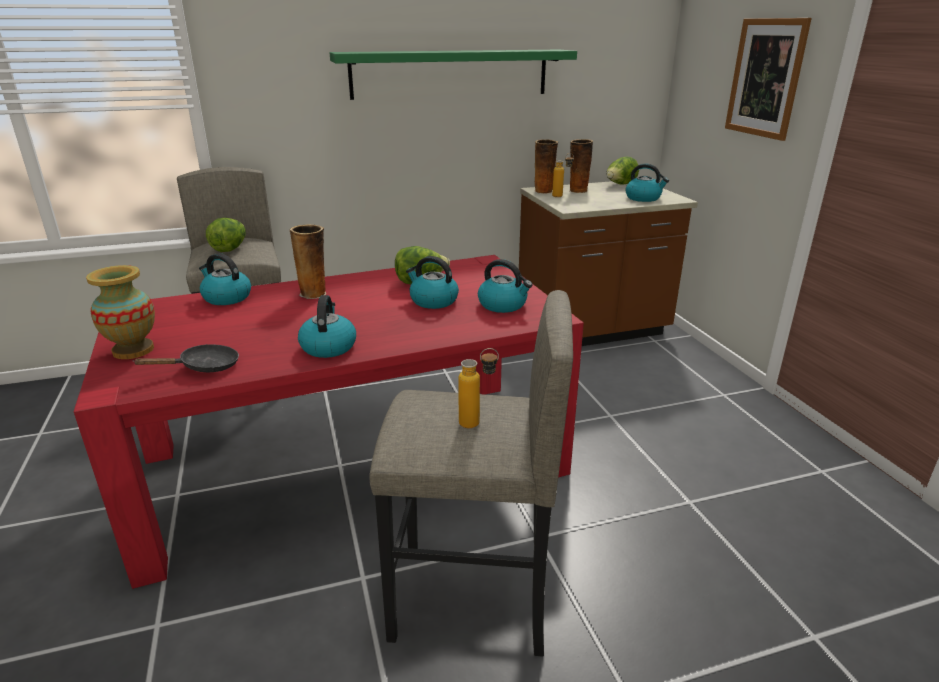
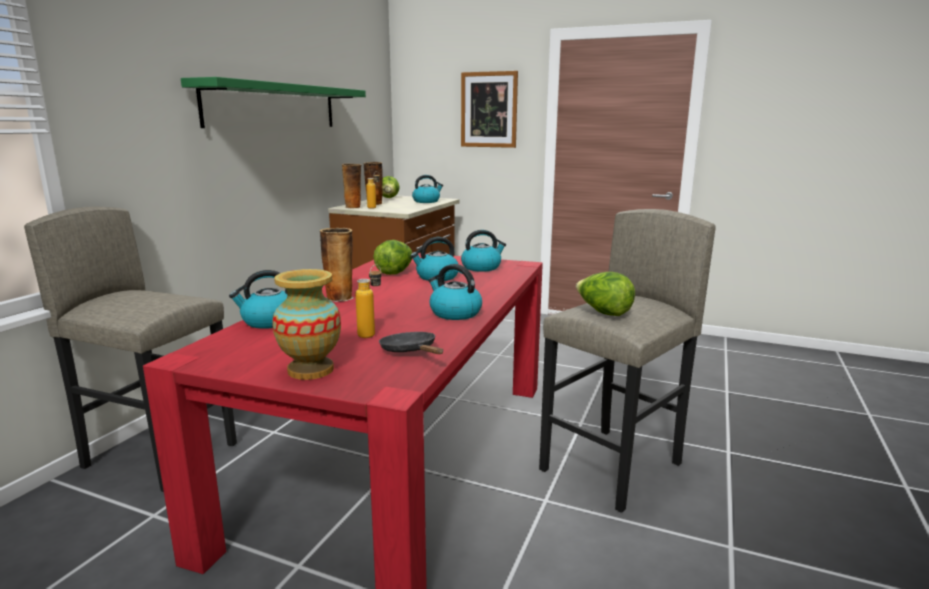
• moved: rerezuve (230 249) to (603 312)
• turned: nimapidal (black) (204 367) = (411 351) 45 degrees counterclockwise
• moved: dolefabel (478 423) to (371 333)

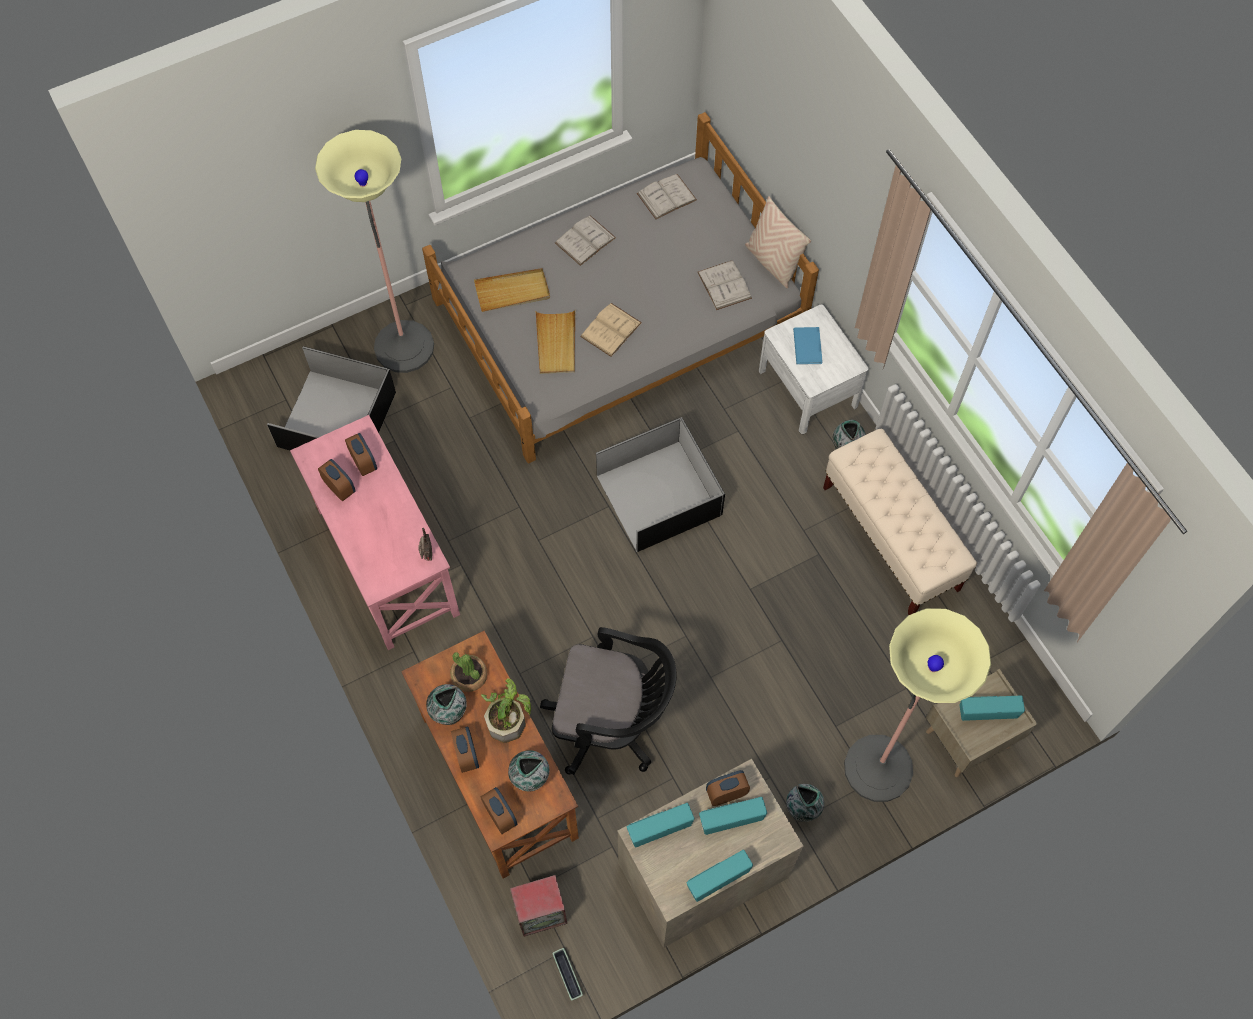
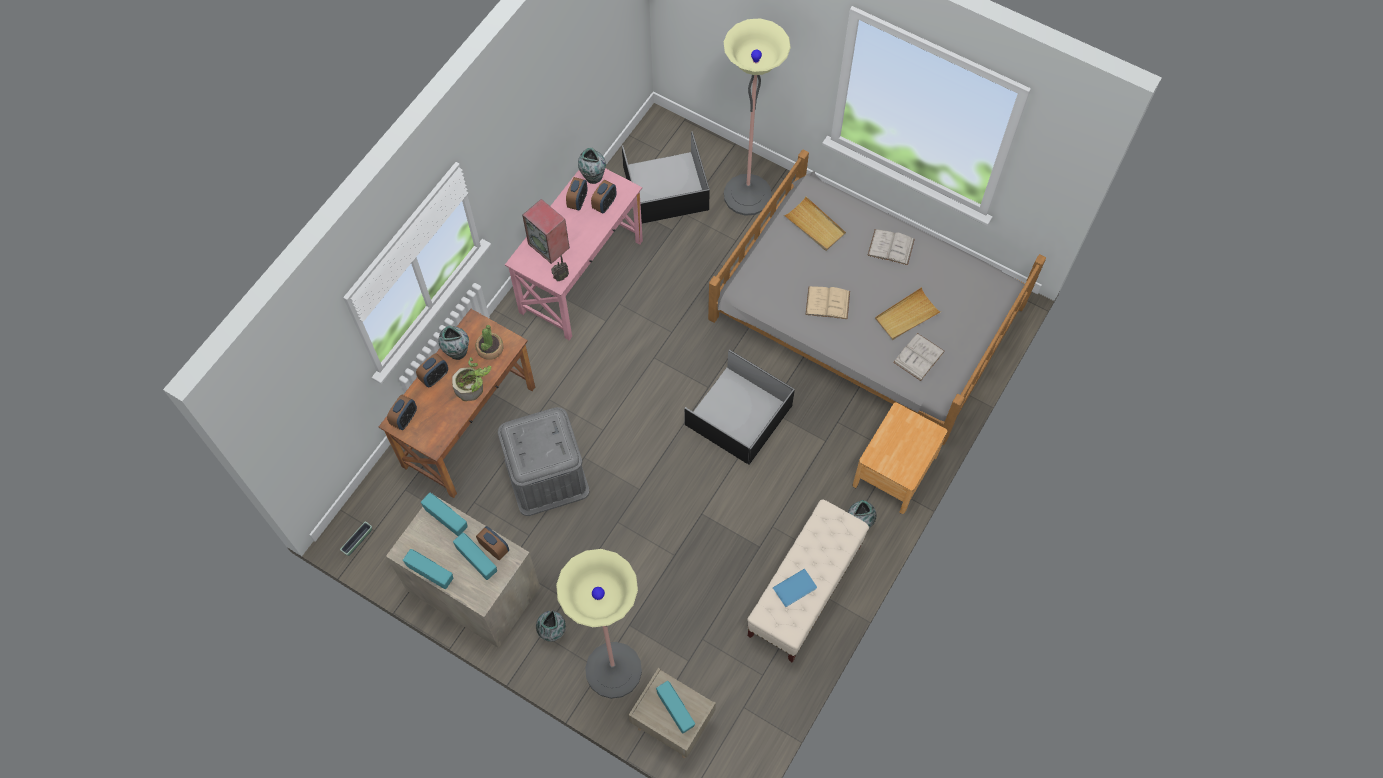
• removed: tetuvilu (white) (666 196)
• removed: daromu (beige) (772 262)
• recoloured: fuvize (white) (807 388) to fuvize (brown) (895 470)
• moved: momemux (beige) (556 344) to (906 316)
• moved: tetuvilu (blue) (808 345) to (796 588)
• replaced: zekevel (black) (612 722) to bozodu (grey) (546 475)
• moved: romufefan (530 779) to (593 176)
• moved: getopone (541 912) to (549 246)

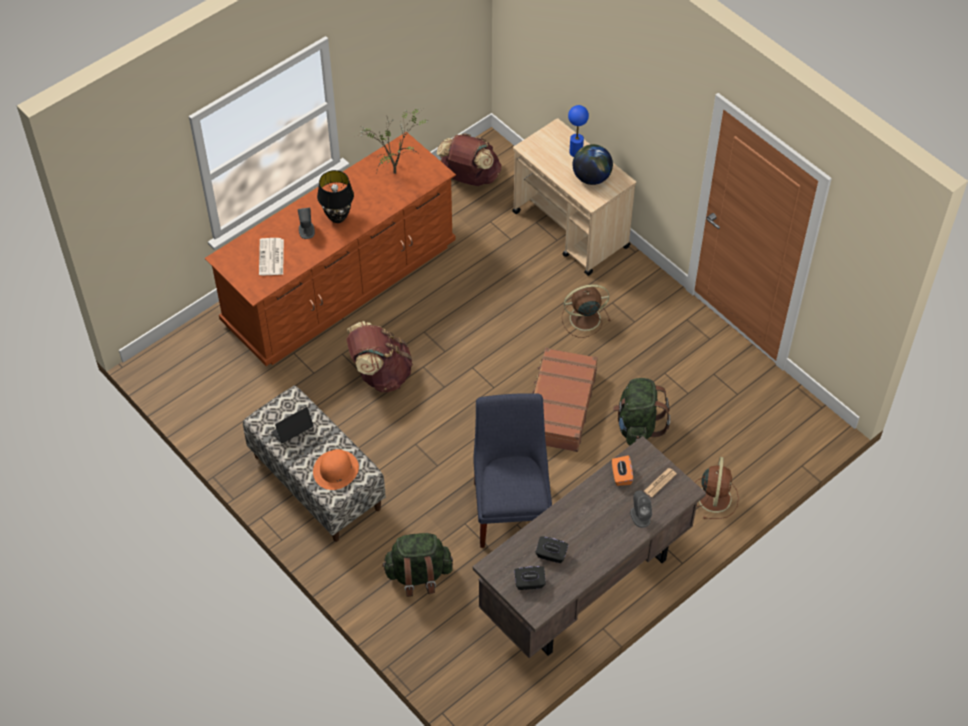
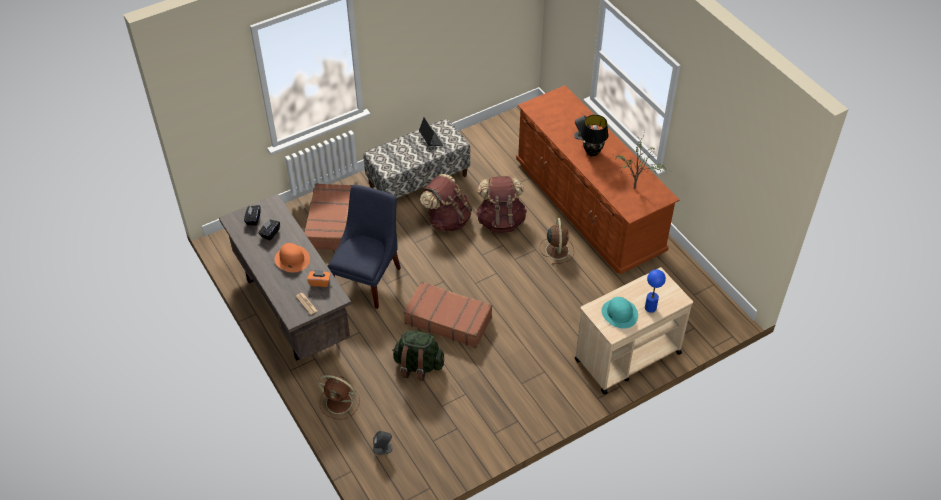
• moved: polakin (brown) (470 178) to (447 220)
• replaced: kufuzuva (591 177) to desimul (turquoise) (619 313)
• removed: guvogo (271 258)
• moved: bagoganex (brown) (583 318) to (557 249)
• turned: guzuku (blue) (512 507) = (368 278) 75 degrees counterclockwise
• moved: desimul (orange) (336 470) to (292 259)
• moved: getopone (grey) (640 516) to (383 448)
• replaced: polakin (green) (418 575) to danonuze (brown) (331 223)

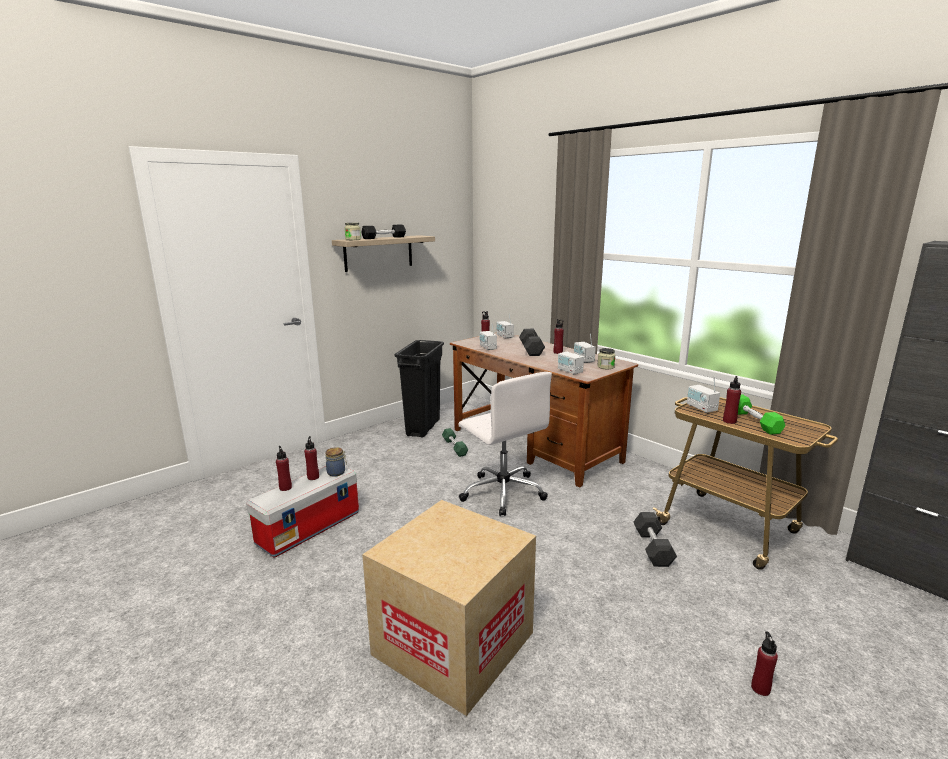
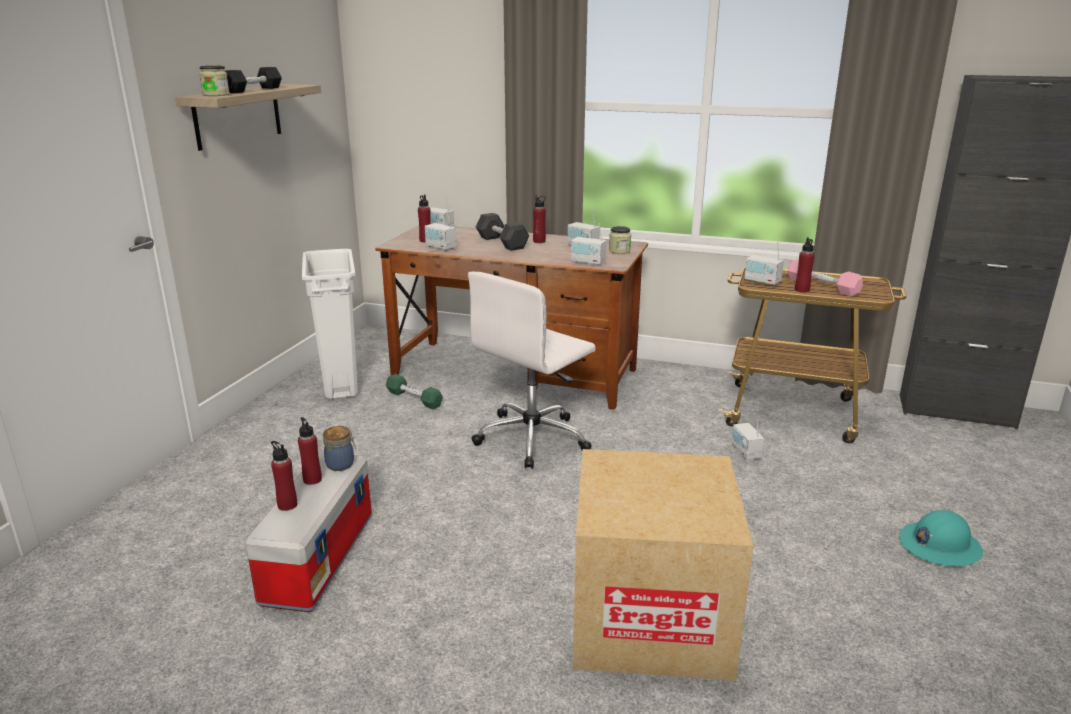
• recoloured: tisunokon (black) (423 427) to tisunokon (white) (340 383)
• turned: zekevel (white) (502 492) = (533 438) 105 degrees clockwise
• recoloured: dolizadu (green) (754 421) to dolizadu (pink) (822 286)
• replaced: dolizadu (black) (652 548) to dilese (745 452)
• replaced: dolefabel (red) (760 688) to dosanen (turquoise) (939 546)

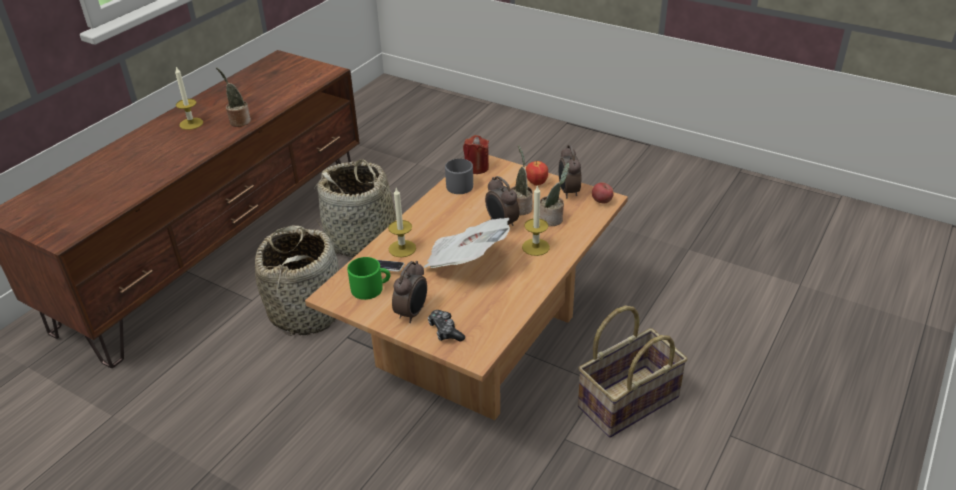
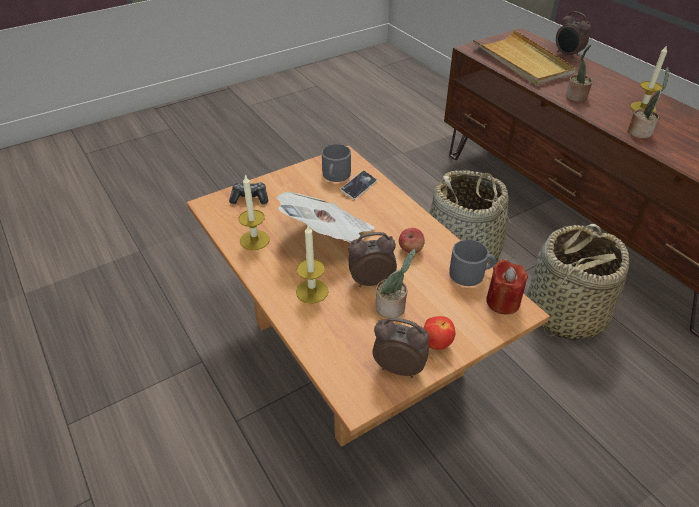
• moved: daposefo (552 219) to (575 97)
• moved: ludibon (602 201) to (411 249)
• moved: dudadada (402 248) to (254 240)
• recoloured: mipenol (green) (371 288) to mipenol (grey) (335 176)
• moved: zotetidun (412 313) to (567 55)
• removed: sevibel (627 400)
• added: momemux (beige) (522 61)

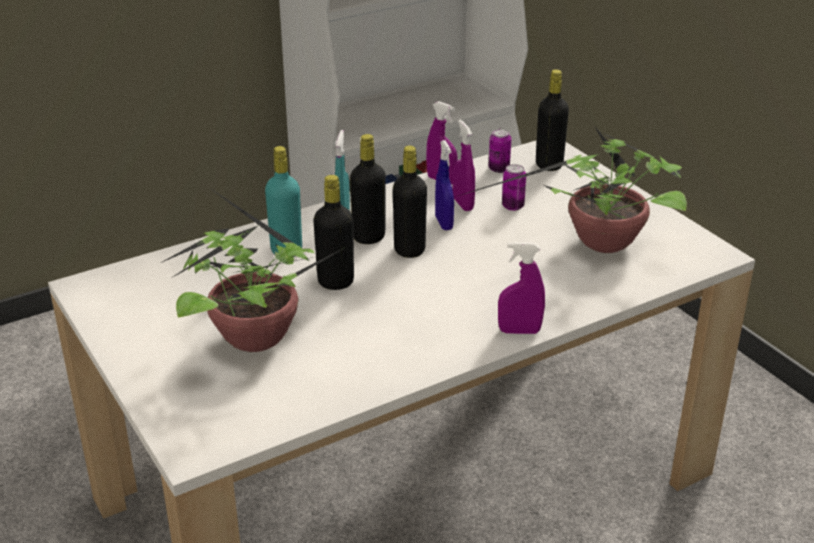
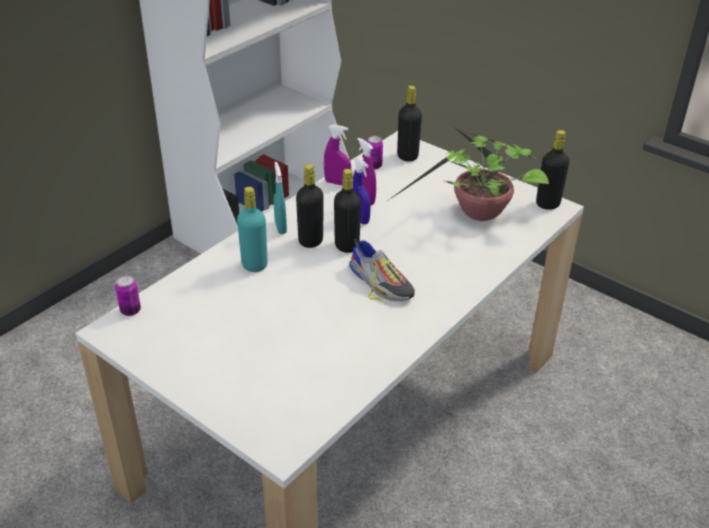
• moved: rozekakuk (512 206) to (130 311)
• moved: dolefabel (black) (335 282) to (547 204)
• removed: daposefo (253 336)
• removed: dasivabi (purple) (519 331)
• added: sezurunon (381 282)

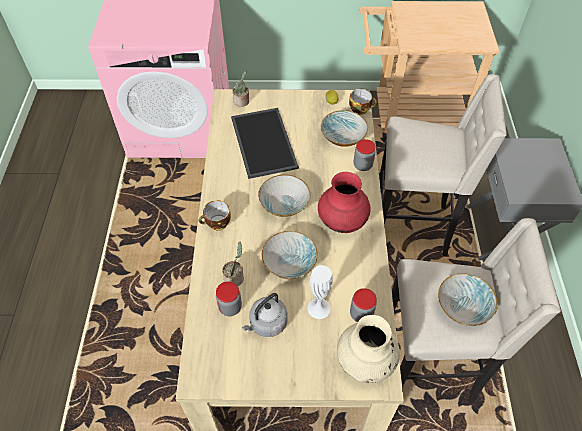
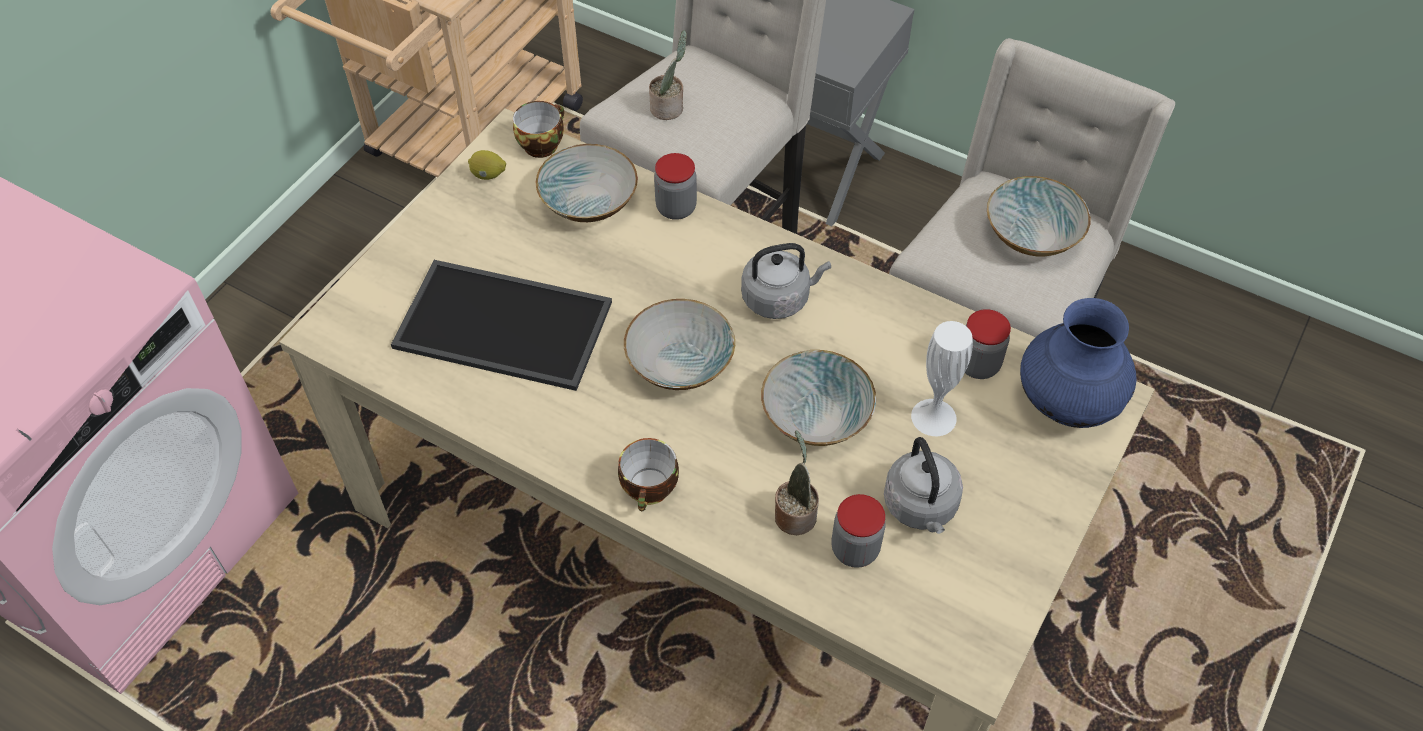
• moved: daposefo (242 102) to (669 108)
• replaced: romufefan (red) (342 222) to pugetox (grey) (779 298)
• recoloured: romufefan (beige) (365 362) to romufefan (blue) (1067 403)

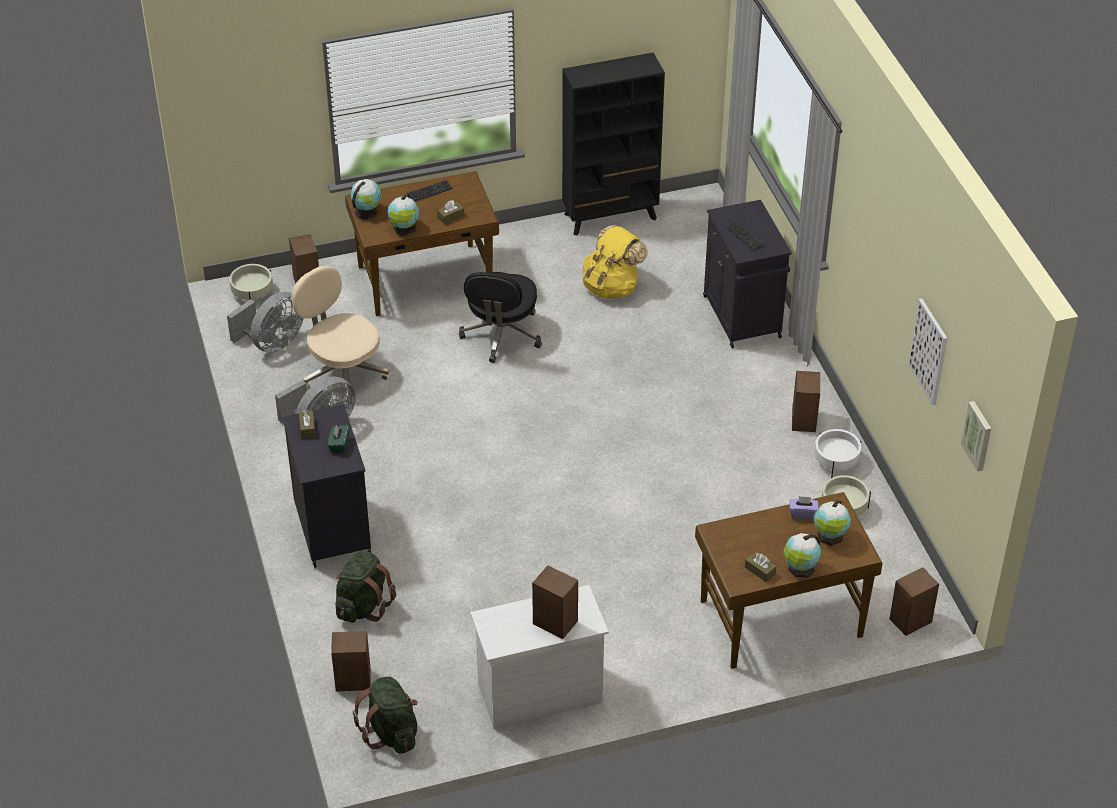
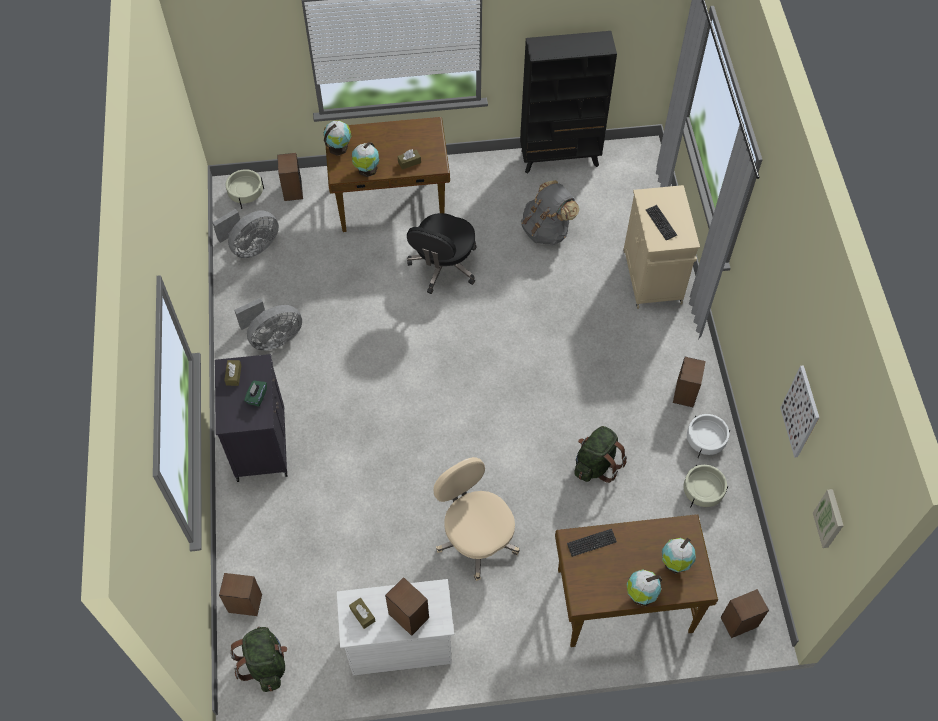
• moved: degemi (429 192) to (591 543)
• recoloured: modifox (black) (742 318) to modifox (beige) (652 278)
• recoloured: polakin (yellow) (612 286) to polakin (grey) (546 230)
• moved: zekevel (beige) (343 372) to (476 537)
• removed: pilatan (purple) (803 514)
• moved: polakin (green) (363 606) to (596 464)
• moved: pilatan (brown) (760 570) to (362 615)

